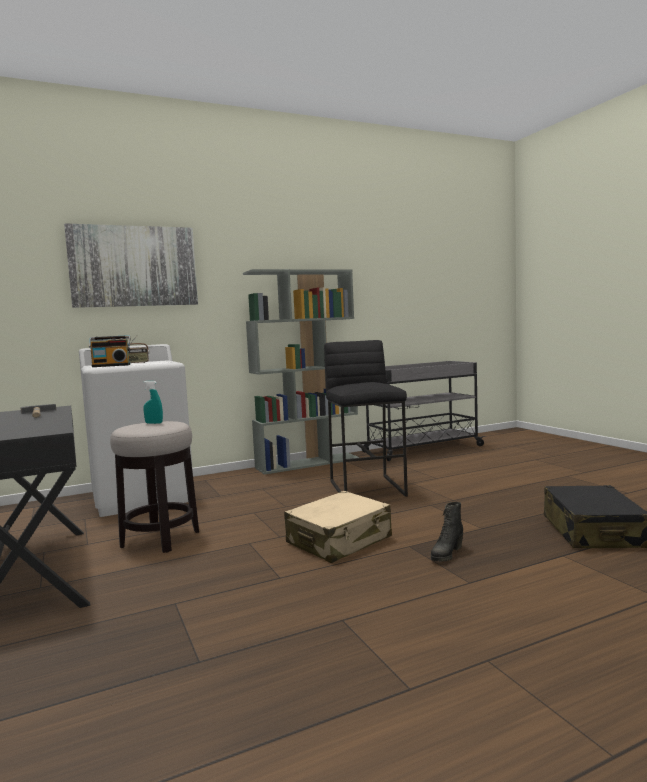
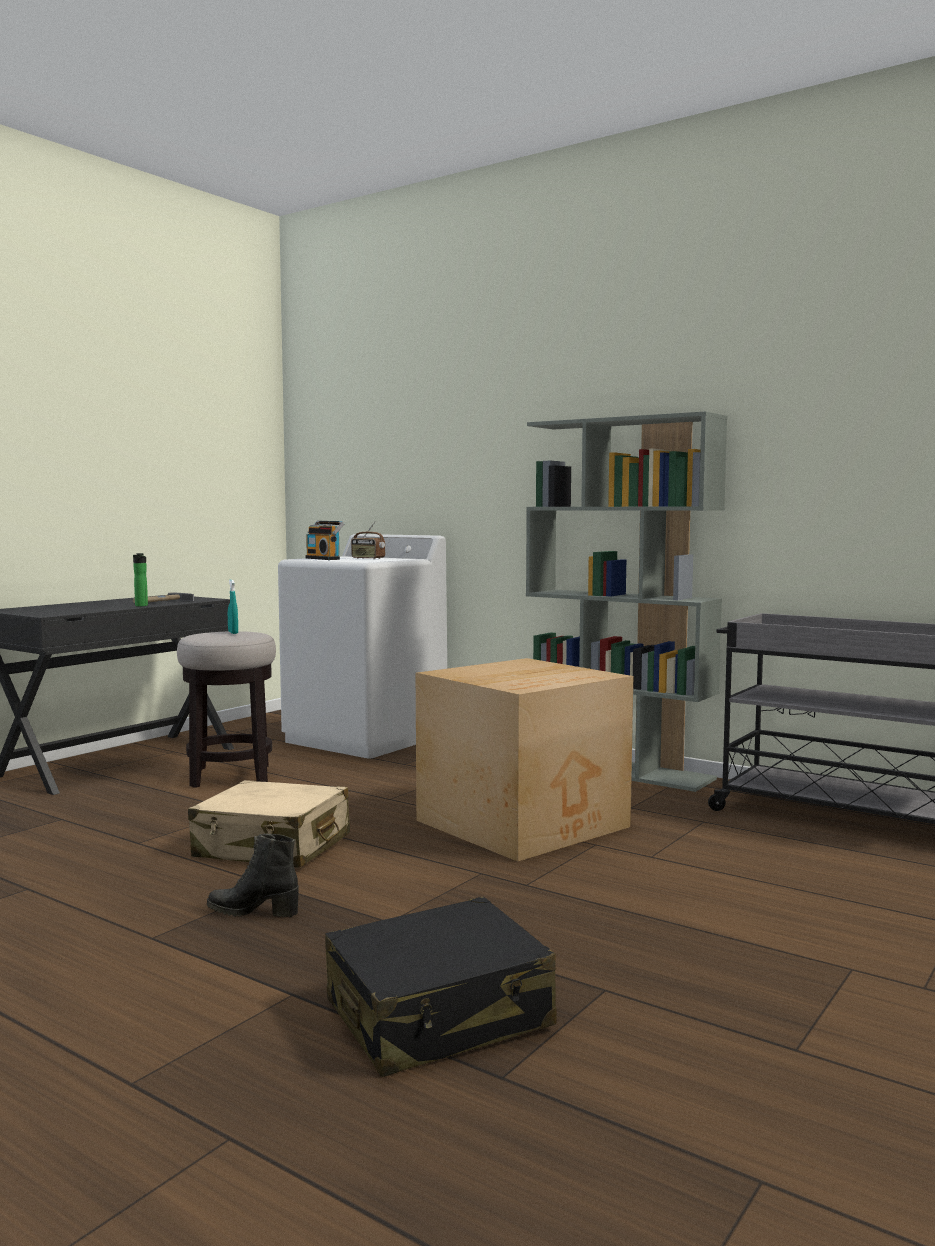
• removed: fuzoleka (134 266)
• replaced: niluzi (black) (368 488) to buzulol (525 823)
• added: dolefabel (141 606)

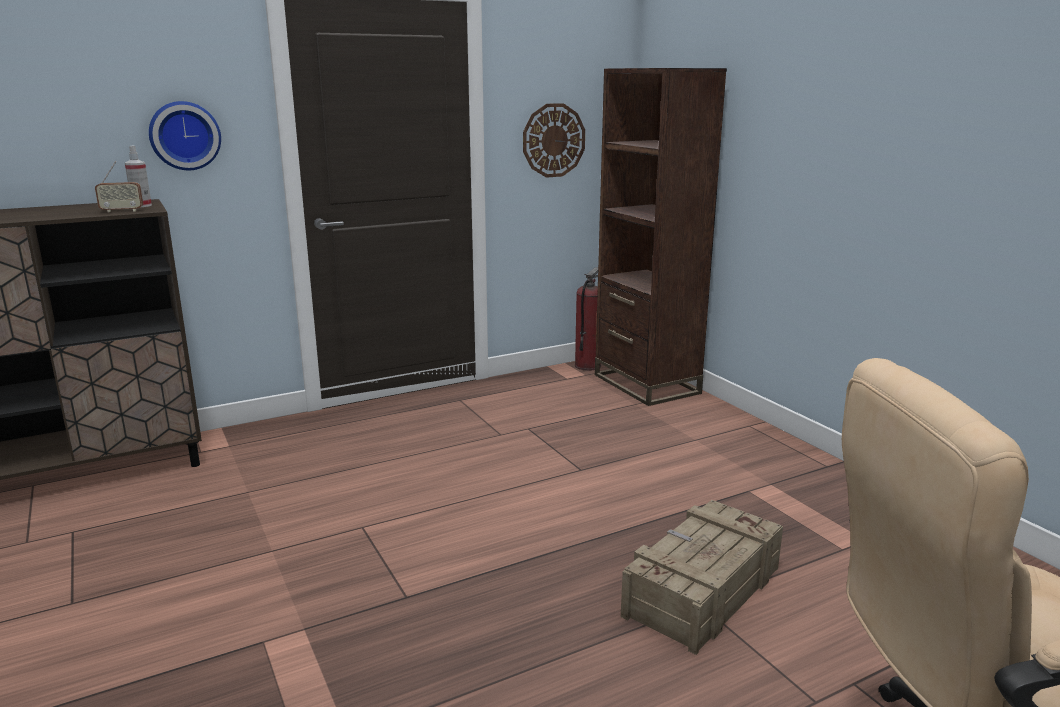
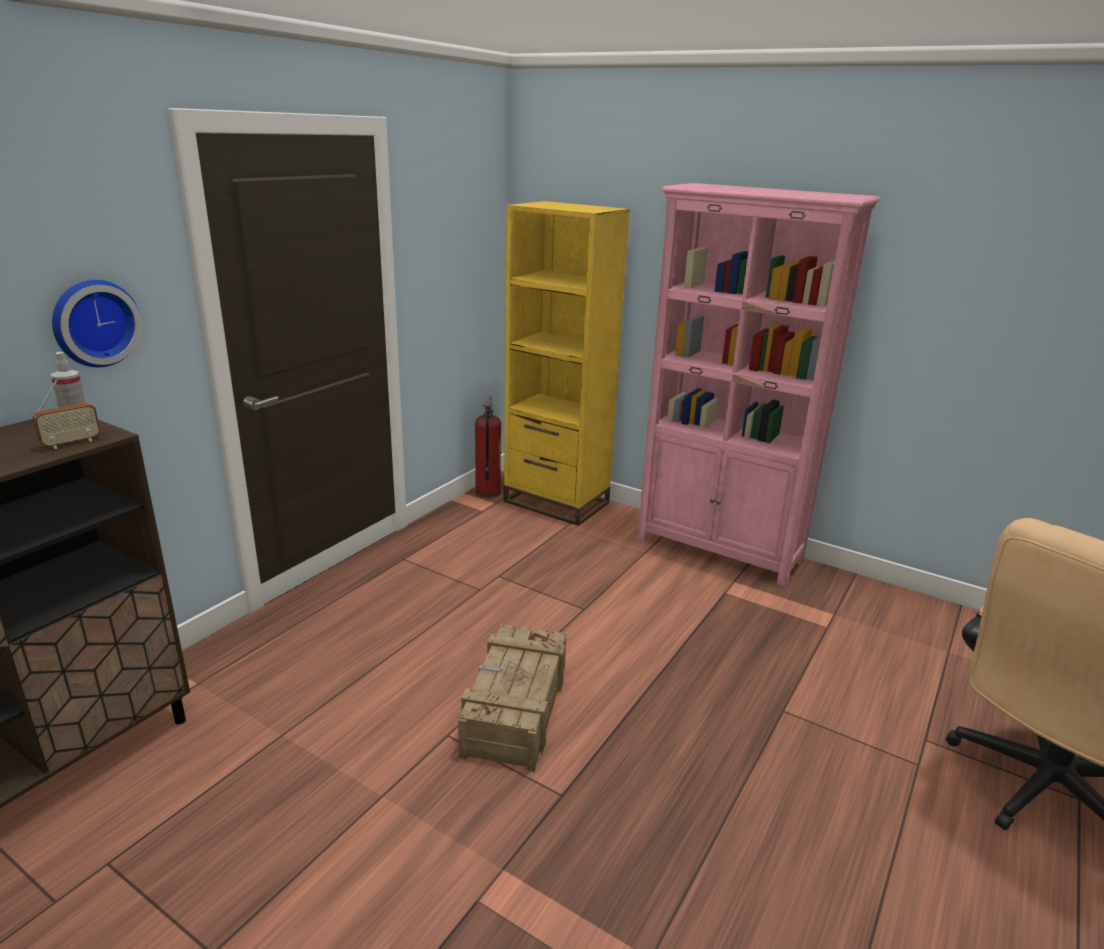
• recoloured: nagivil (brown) (646 384) to nagivil (yellow) (556 502)
• removed: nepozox (553 140)
• moved: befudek (701 591) to (514 710)
• added: nagivil (pink) (719 550)

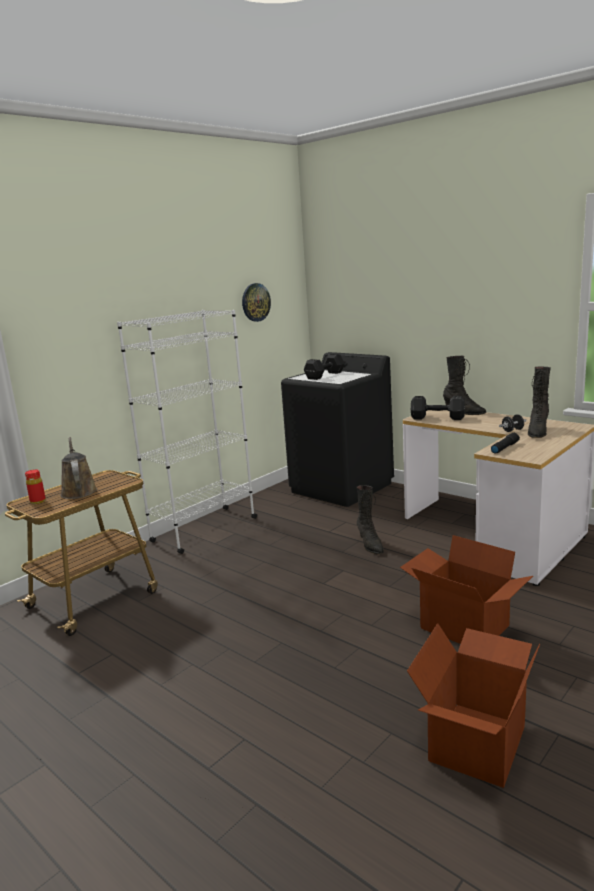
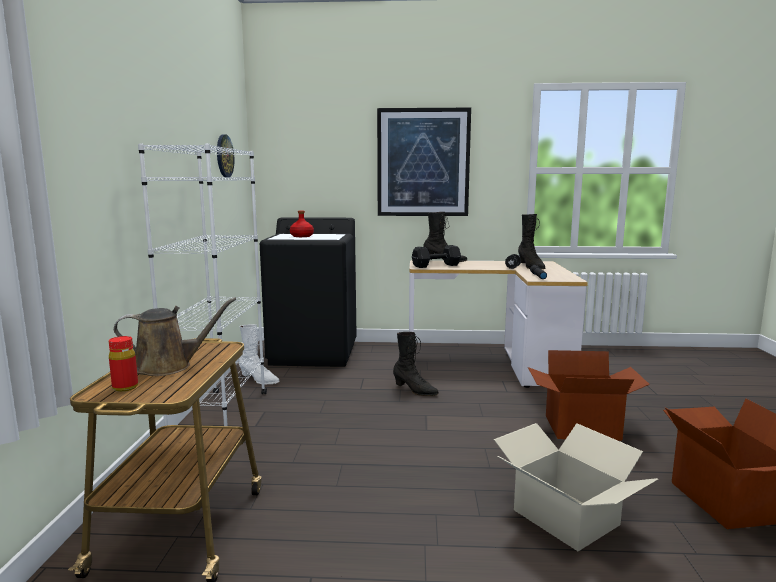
• replaced: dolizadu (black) (324 376) to dolefabel (red) (301 236)
• turned: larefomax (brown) (78 491) = (169 366) 135 degrees clockwise
• added: fuzoleka (423 163)
• added: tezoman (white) (259 380)
• added: buzulol (566 516)

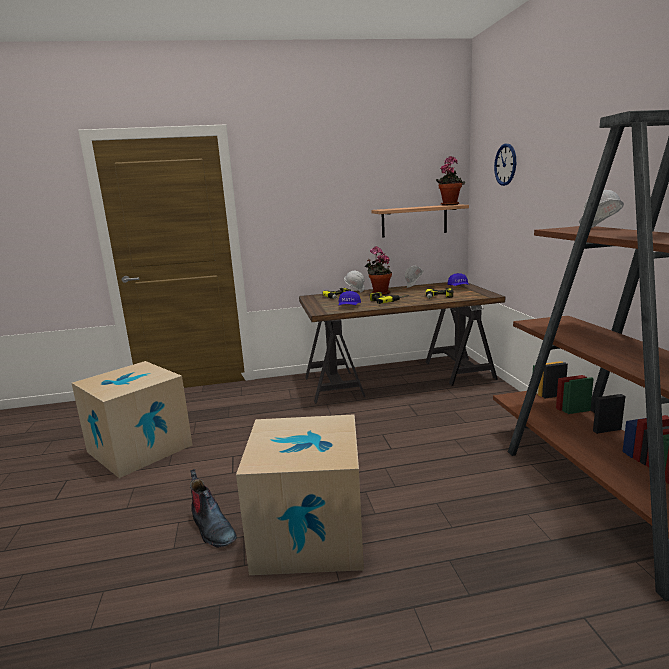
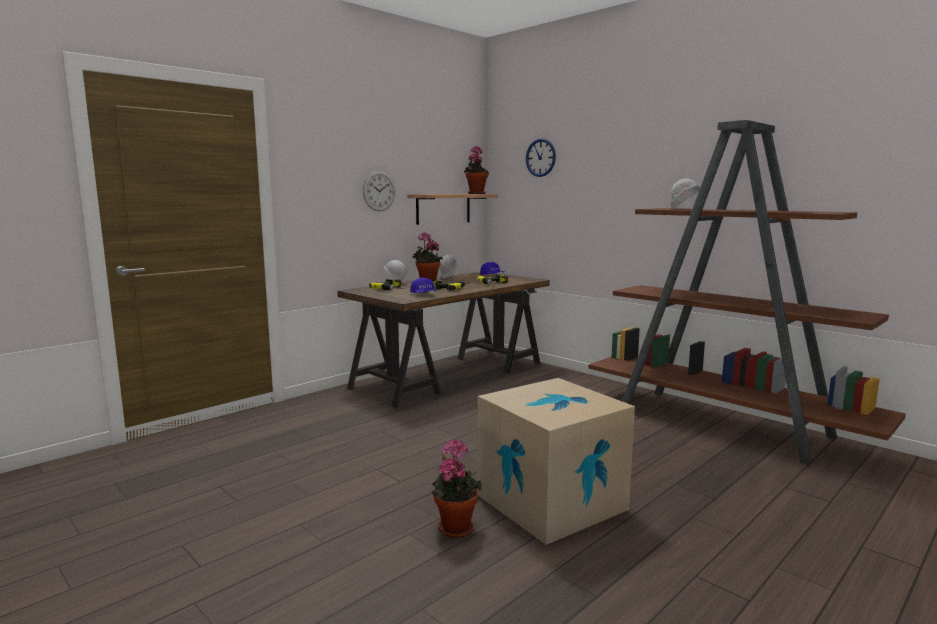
• removed: buzulol (139 448)
• replaced: tezoman (212 528) to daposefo (455 527)
• added: nepozox (379 191)

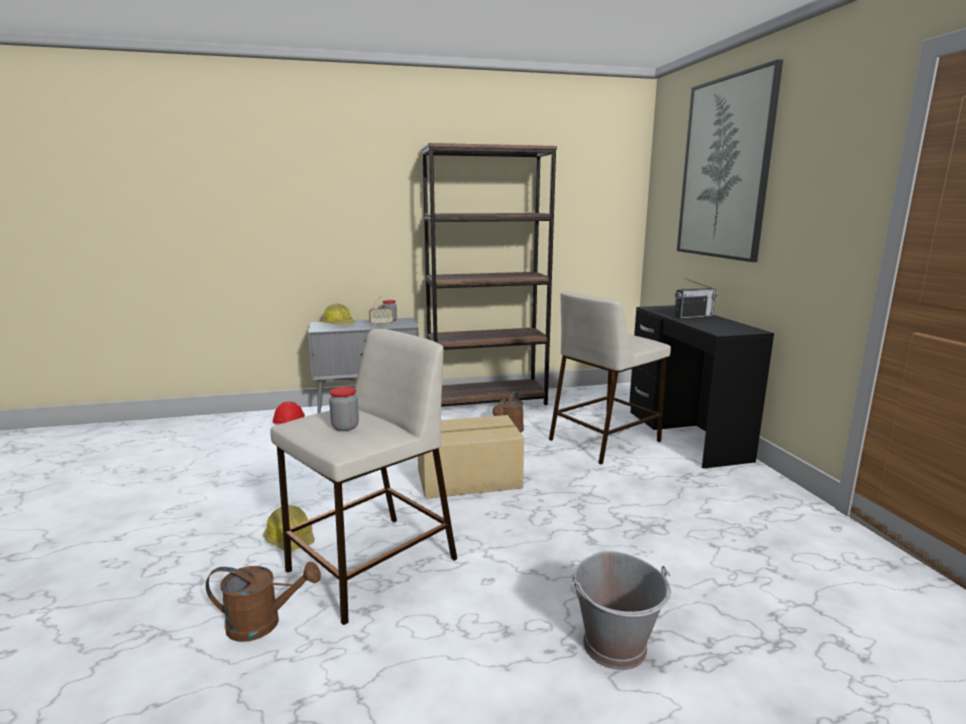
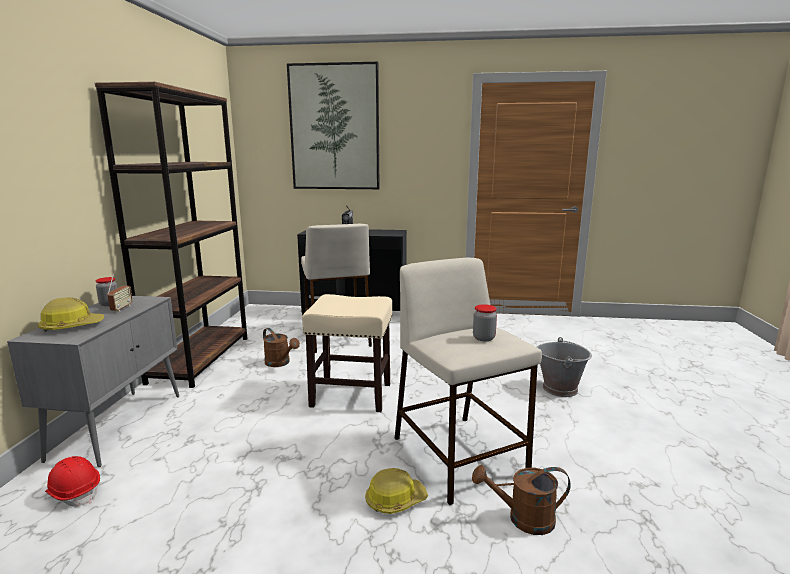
• replaced: buzulol (469 479) to niluzi (beige) (352 395)
• turned: larefomax (brown) (263 623) = (523 519) 105 degrees counterclockwise

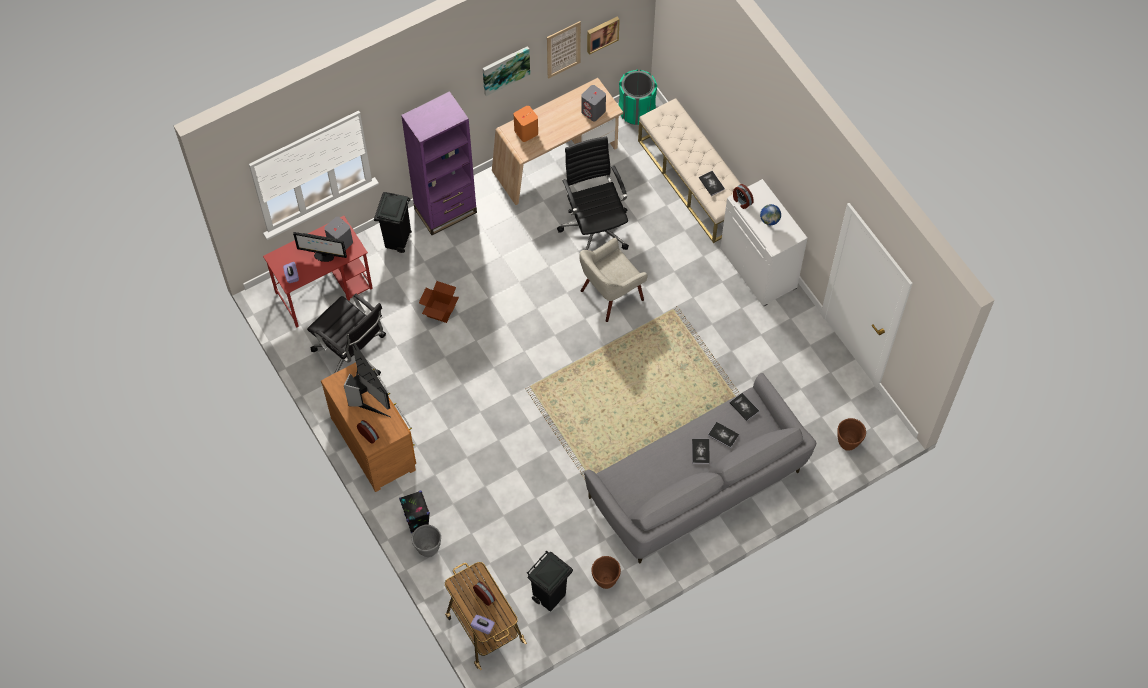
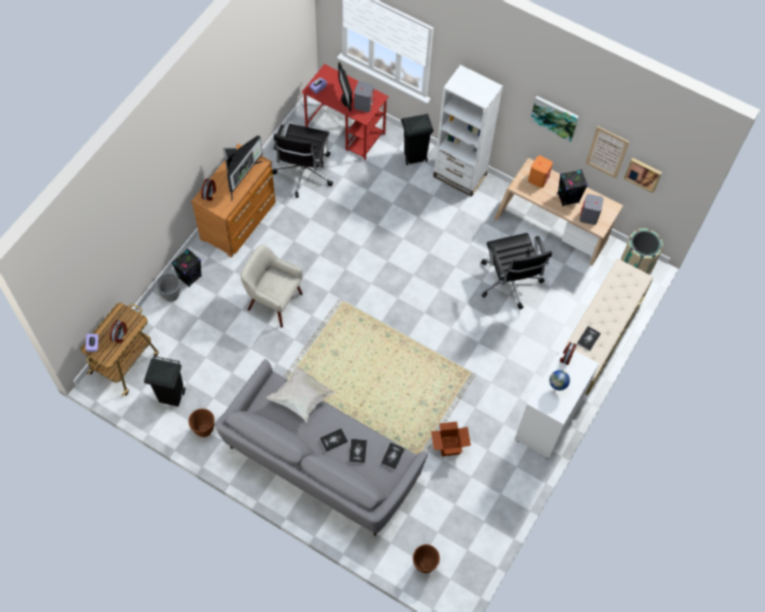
• recoloured: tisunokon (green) (636 111) to tisunokon (beige) (636 264)
• recoloured: nagivil (purple) (445 211) to nagivil (white) (459 176)
• turned: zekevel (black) (595 227) = (510 283) 120 degrees clockwise
• moved: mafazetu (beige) (610 295) to (274 302)
• moved: buzulol (440 311) to (449 446)
• added: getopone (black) (568 198)
• added: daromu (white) (302 398)

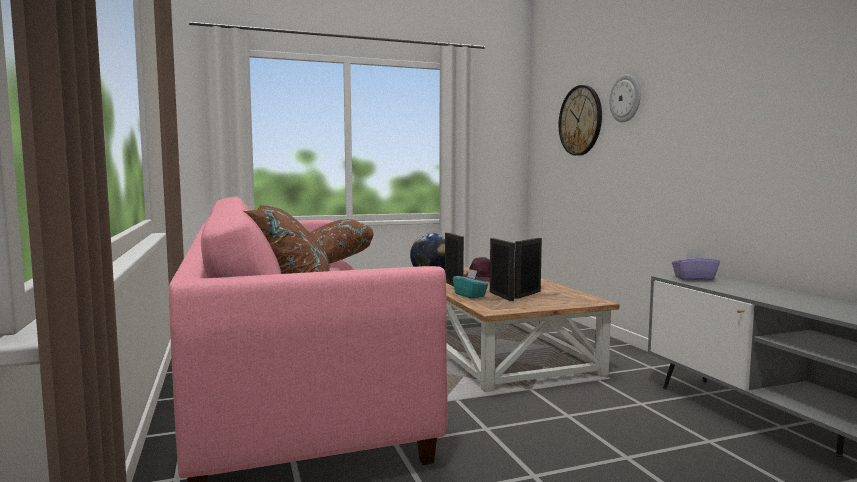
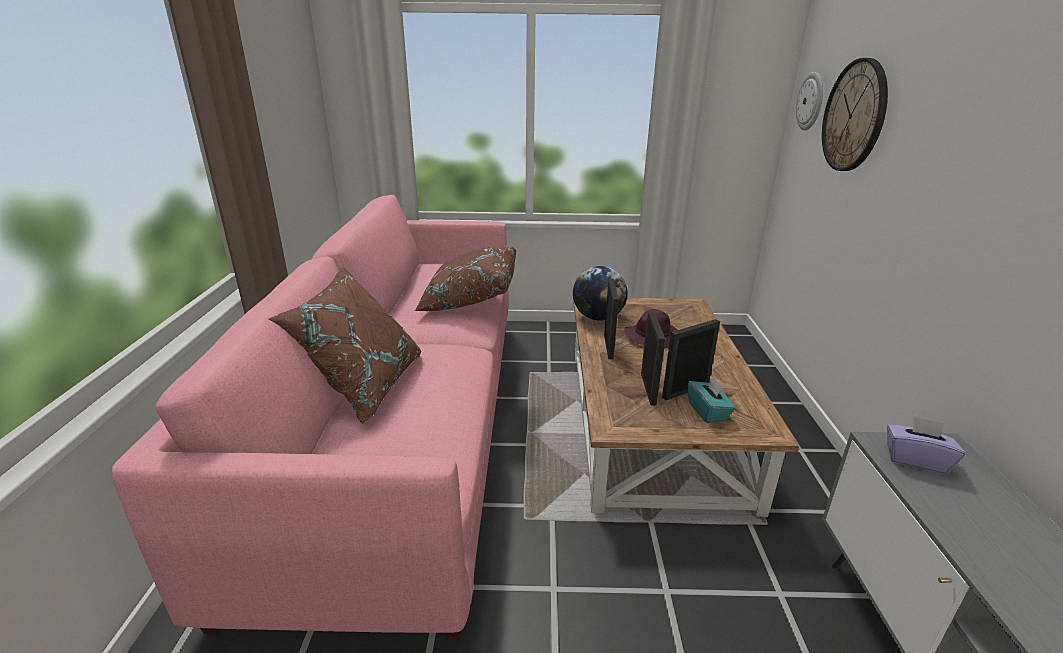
• moved: nepozox (625 98) to (811 101)
• moved: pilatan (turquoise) (470 295) to (708 412)

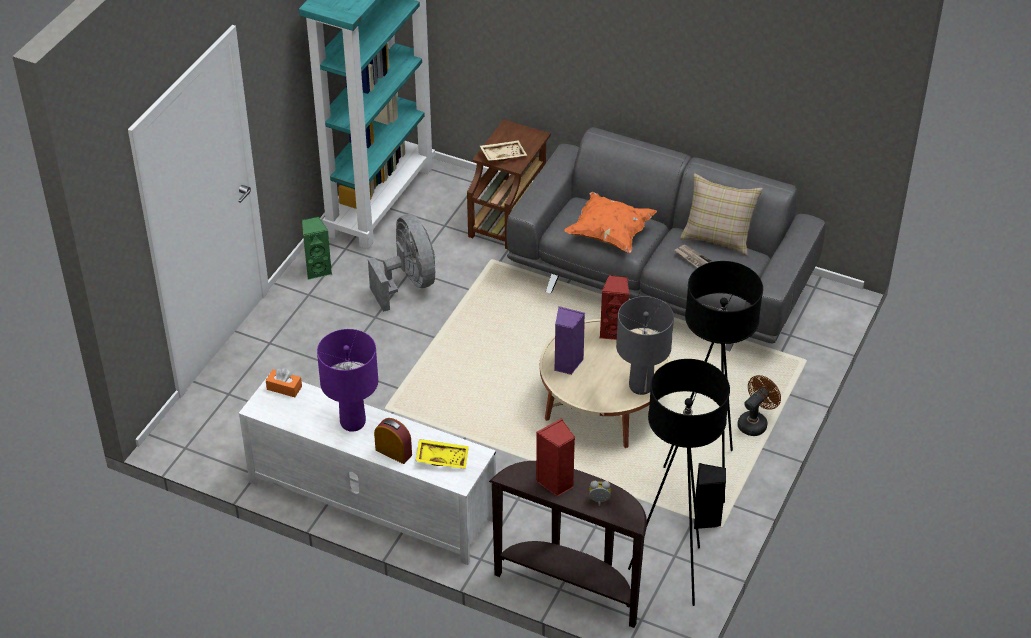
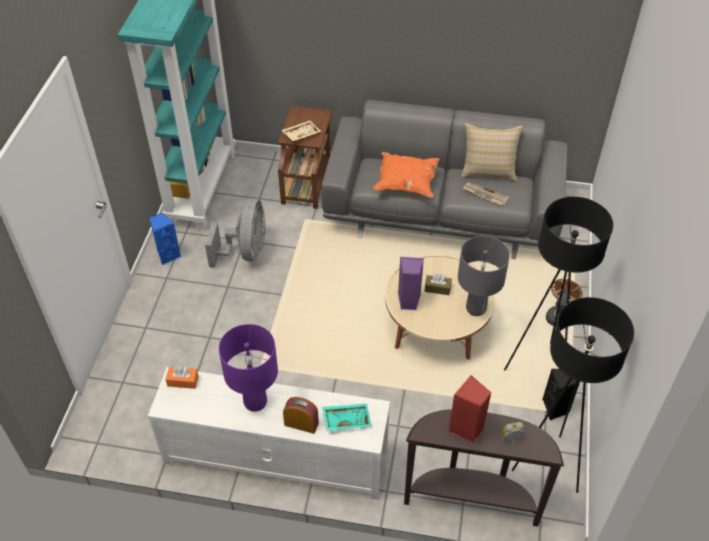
• turned: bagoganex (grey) (408 283) = (246 252) 45 degrees clockwise
• recoloured: getopone (green) (317 270) to getopone (blue) (168 255)
• removed: getopone (red) (614 331)
• recoloured: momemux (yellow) (442 458) to momemux (turquoise) (346 419)
• added: pilatan (brown) (437 288)

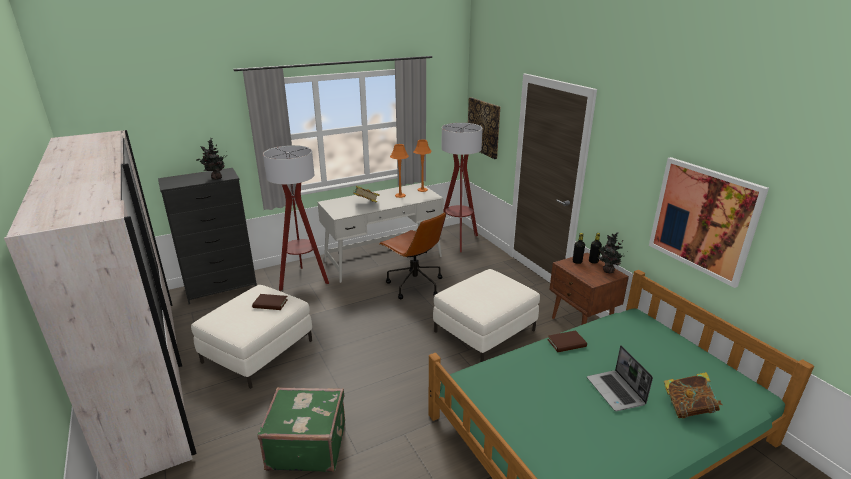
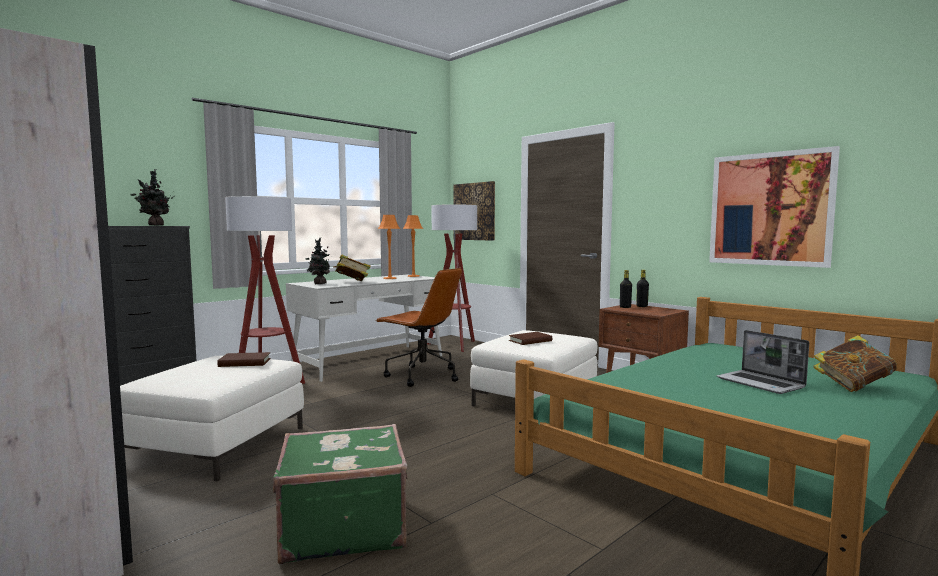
• moved: daposefo (607 271) to (318 284)
• moved: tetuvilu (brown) (566 343) to (530 341)

